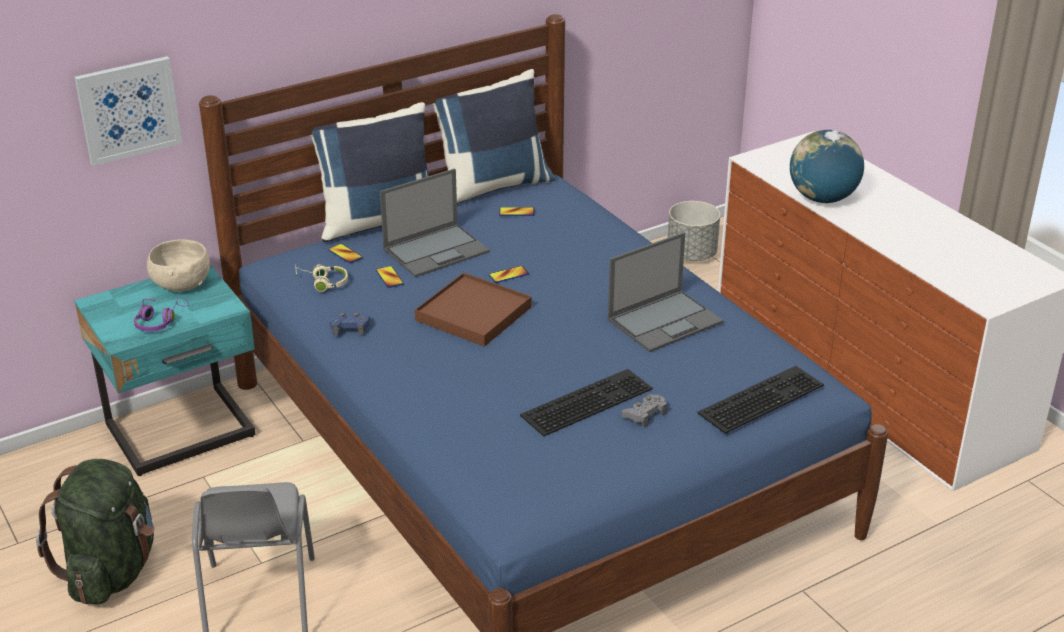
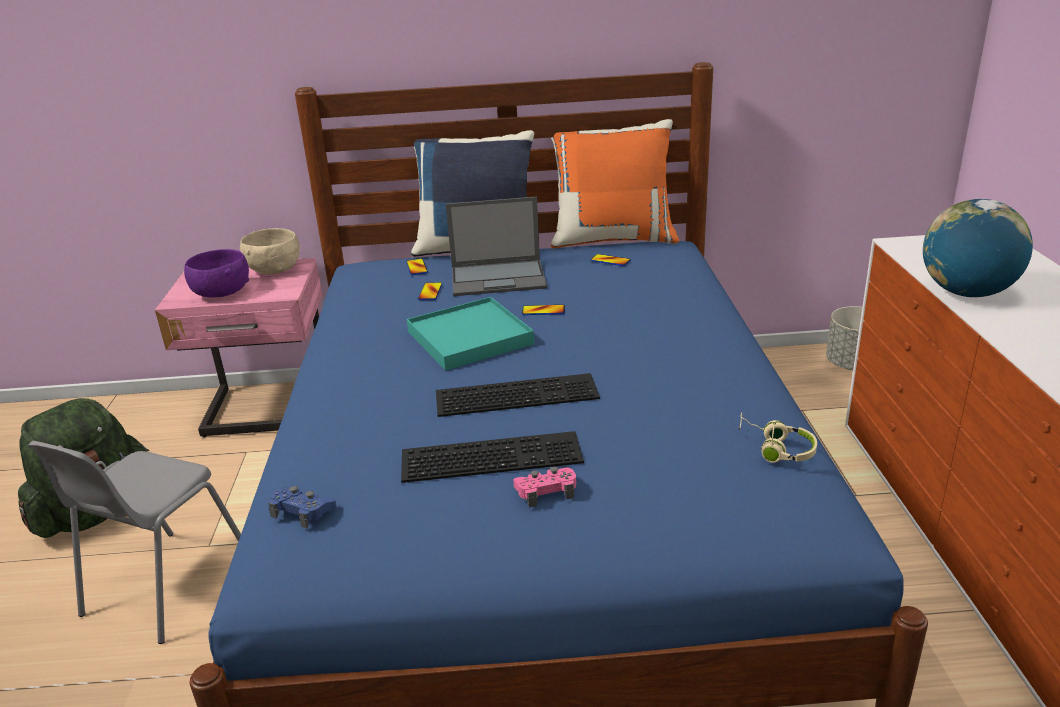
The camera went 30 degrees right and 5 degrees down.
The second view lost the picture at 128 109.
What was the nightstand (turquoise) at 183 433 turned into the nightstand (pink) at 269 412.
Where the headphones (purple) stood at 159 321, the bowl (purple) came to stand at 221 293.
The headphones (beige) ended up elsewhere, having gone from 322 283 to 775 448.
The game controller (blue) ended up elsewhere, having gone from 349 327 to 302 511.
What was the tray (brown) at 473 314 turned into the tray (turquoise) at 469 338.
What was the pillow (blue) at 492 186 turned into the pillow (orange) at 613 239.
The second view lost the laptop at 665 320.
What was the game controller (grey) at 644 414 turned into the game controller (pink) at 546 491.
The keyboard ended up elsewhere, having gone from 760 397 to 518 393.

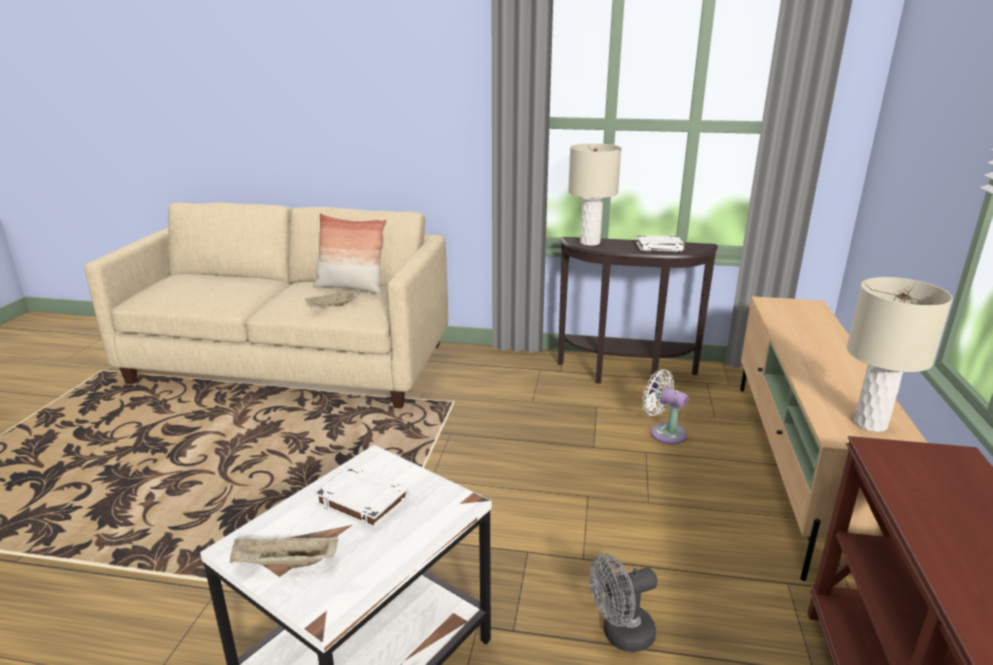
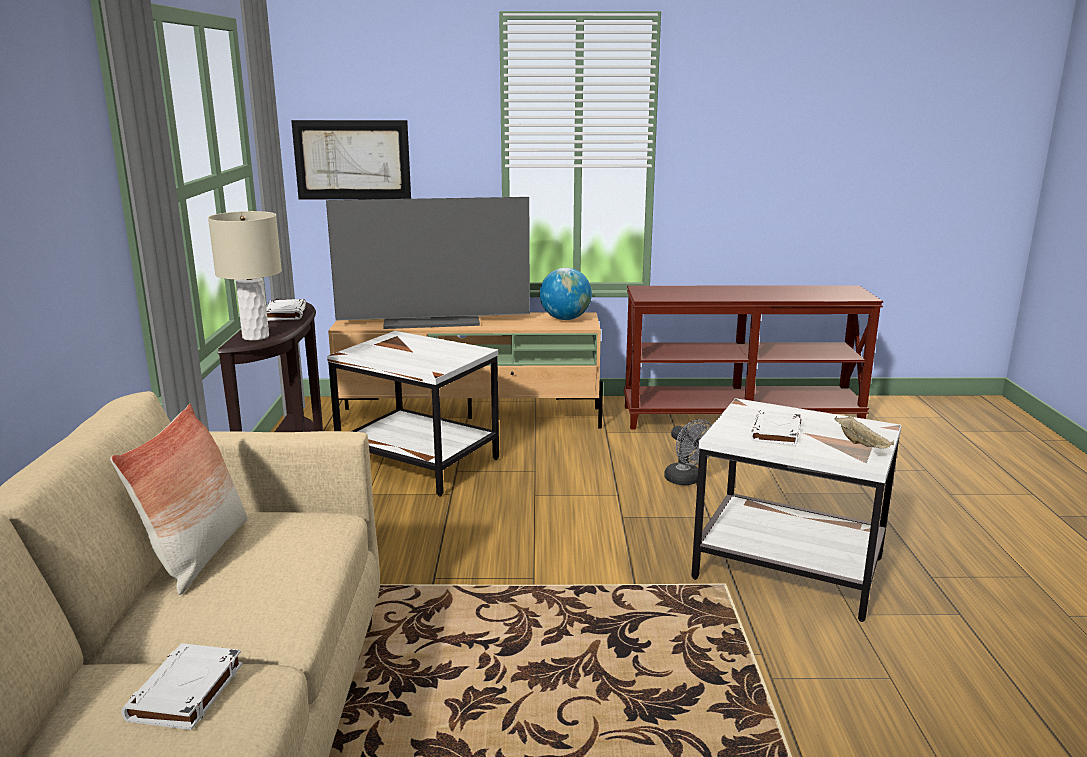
The camera went 100 degrees left and 5 degrees down.
The second view lost the tray (beige) at 333 306.
Where the fan (white) stood at 664 432, the side table (white) came to stand at 420 463.
Where the table lamp (beige) stood at 871 424, the globe came to stand at 565 319.
The second view gained the book (white) at 186 693.
The second view gained the picture at 352 160.
The second view gained the television at 433 321.

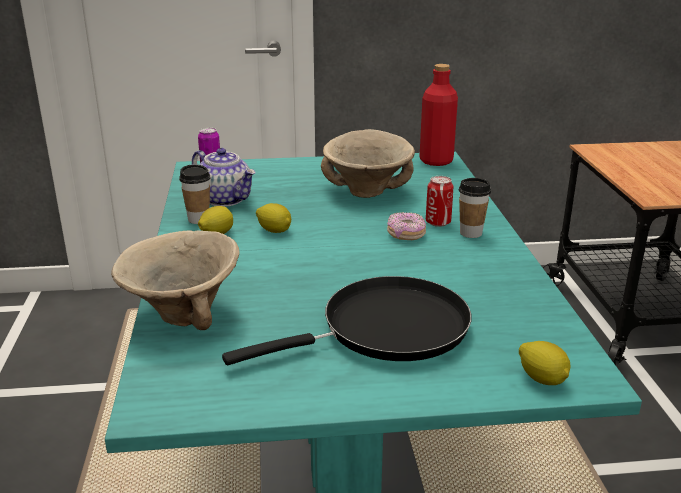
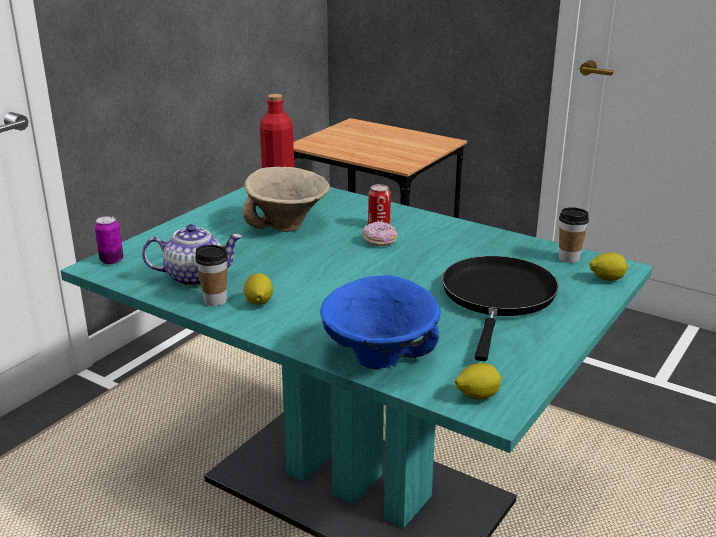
The camera went 50 degrees left and 0 degrees up.
What was the bowl (beige) at 180 317 turned into the bowl (blue) at 378 361.
The lemon ended up elsewhere, having gone from 274 231 to 477 396.
The cup ended up elsewhere, having gone from 471 233 to 569 258.

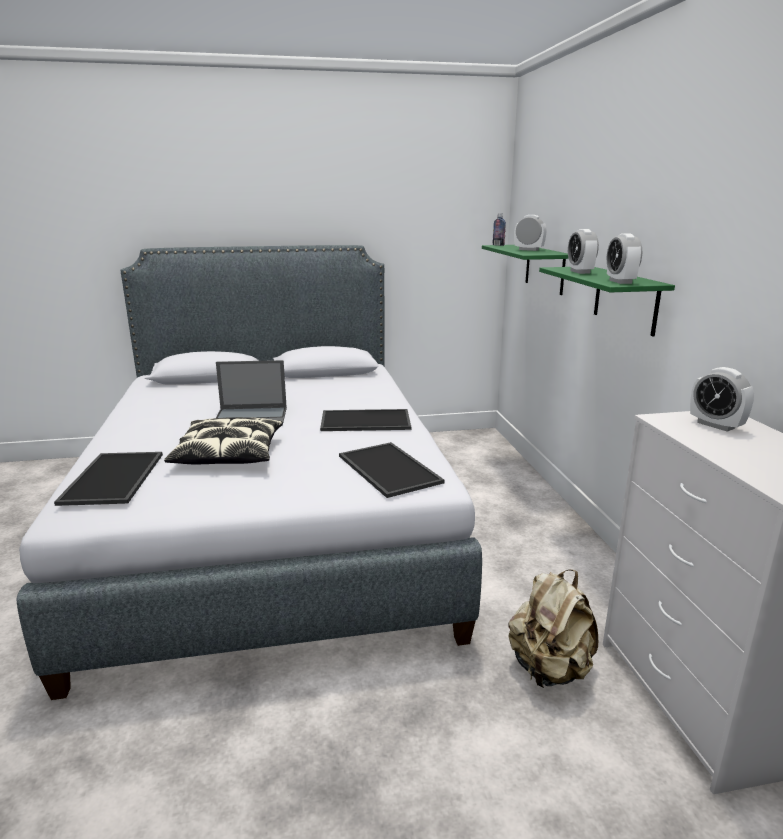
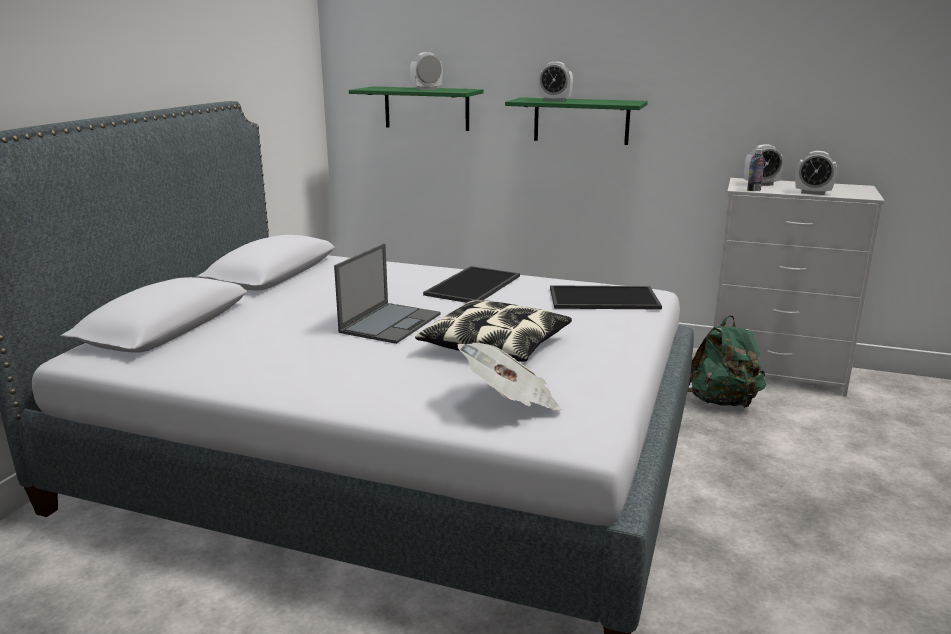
The camera went 60 degrees left and 0 degrees up.
Where the tray stood at 115 478, the newspaper came to stand at 510 401.
The bottle ended up elsewhere, having gone from 498 245 to 753 190.
What was the backpack (beige) at 549 669 turned into the backpack (green) at 722 402.
The alarm clock ended up elsewhere, having gone from 620 282 to 812 193.

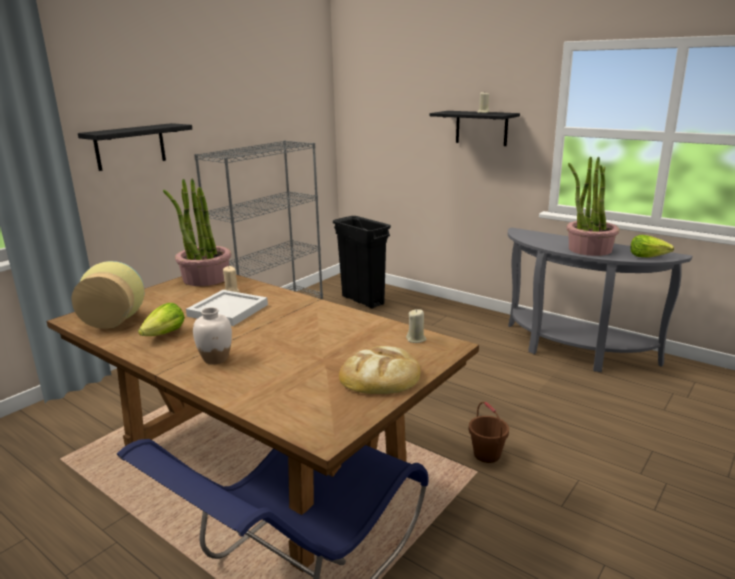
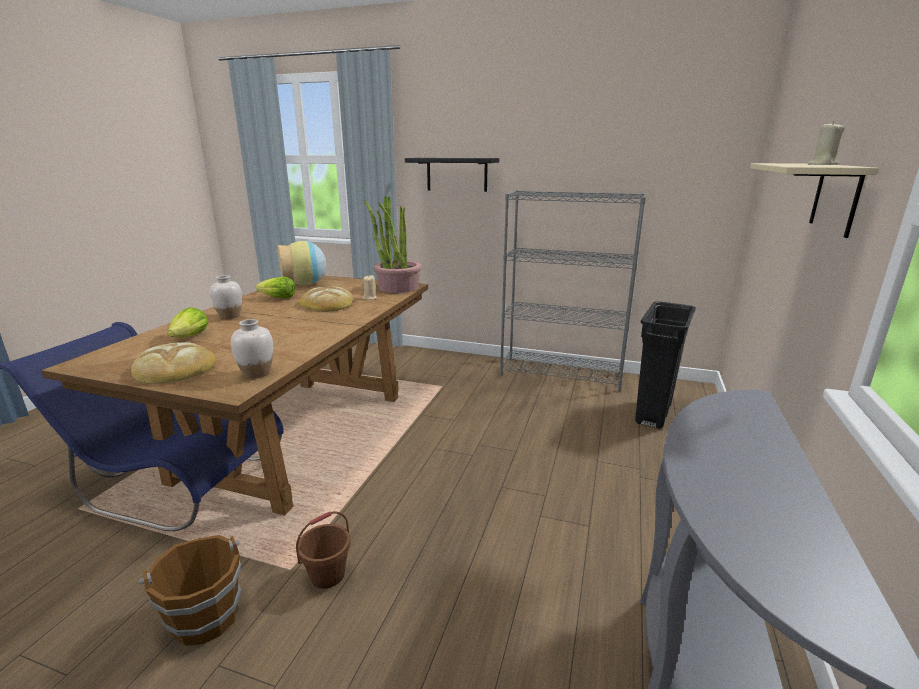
The camera went 70 degrees right and 0 degrees up.
Where the tray (white) stood at 228 310, the bread came to stand at 327 304.
Where the candle (beige) stood at 416 339, the vase (white) came to stand at 256 373.
What was the shelf (black) at 481 128 turned into the shelf (beige) at 836 198.
The second view lost the potted plant at 589 249.
The lettuce ended up elsewhere, having gone from 647 256 to 190 337.
The second view gained the bucket (brown) at 205 616.

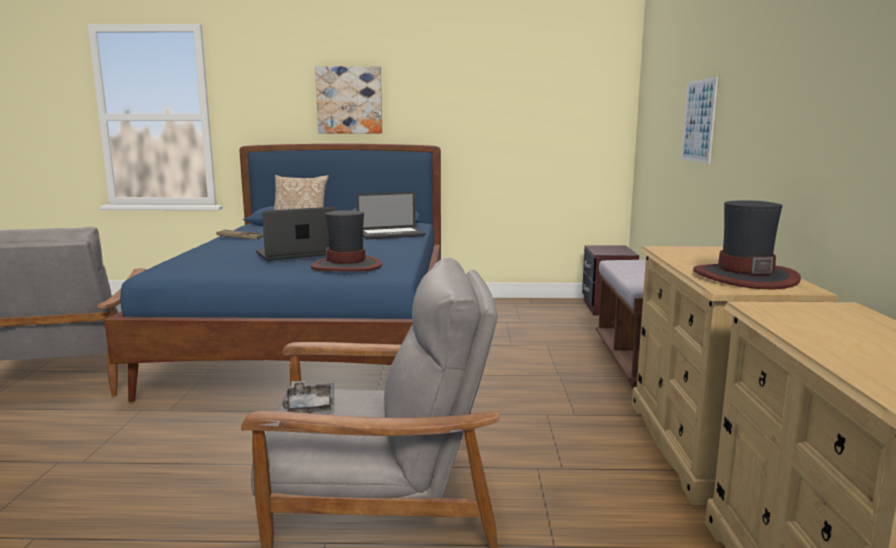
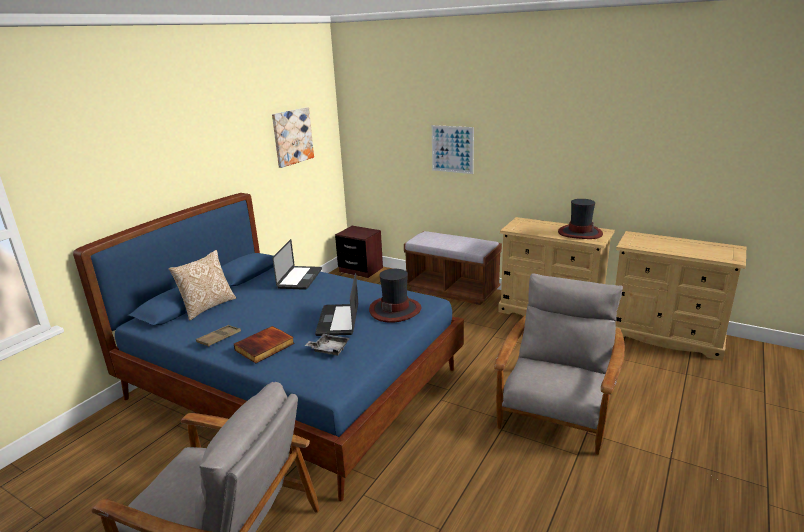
The camera went 60 degrees left and 10 degrees up.
The tray (grey) ended up elsewhere, having gone from 309 405 to 329 349.
The picture ended up elsewhere, having gone from 349 100 to 292 136.
The second view gained the book at 265 347.

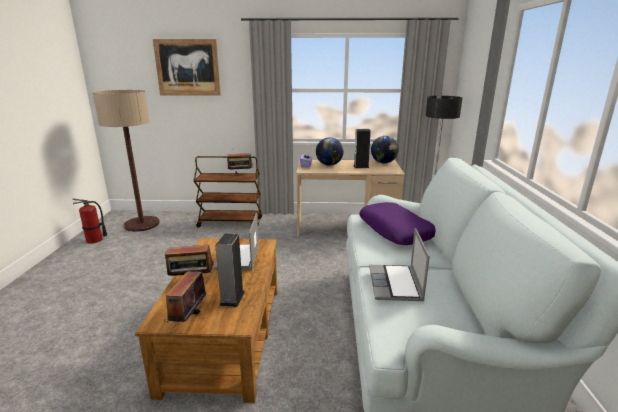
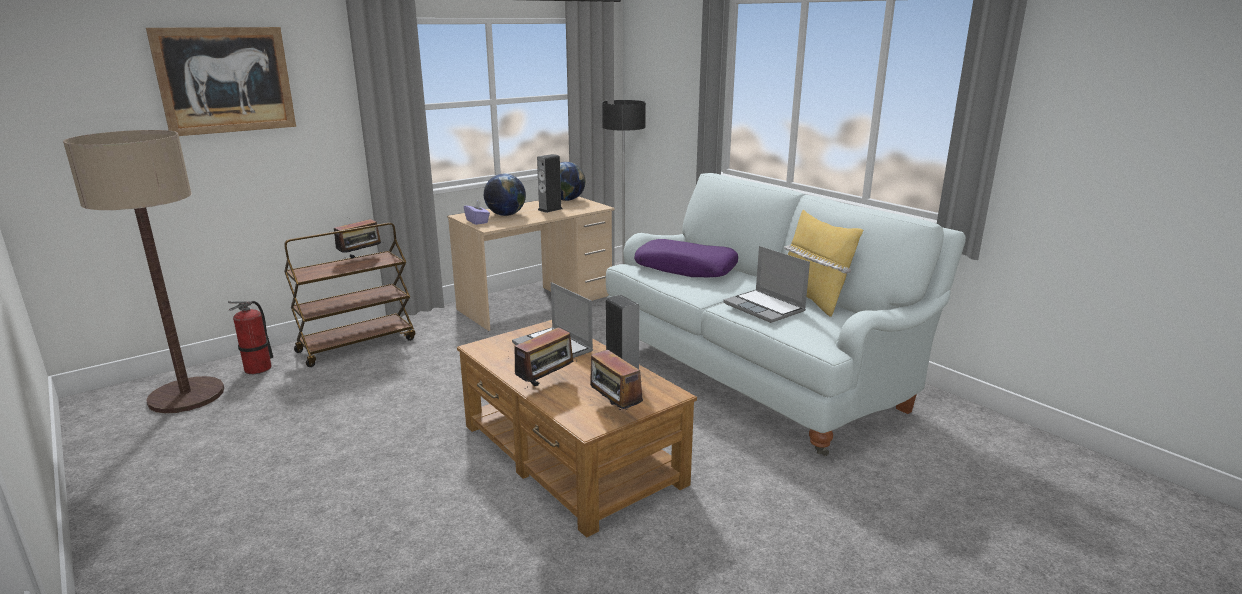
The camera went 40 degrees left and 0 degrees up.
The fire extinguisher ended up elsewhere, having gone from 94 240 to 258 368.
The second view gained the pillow (yellow) at 811 299.

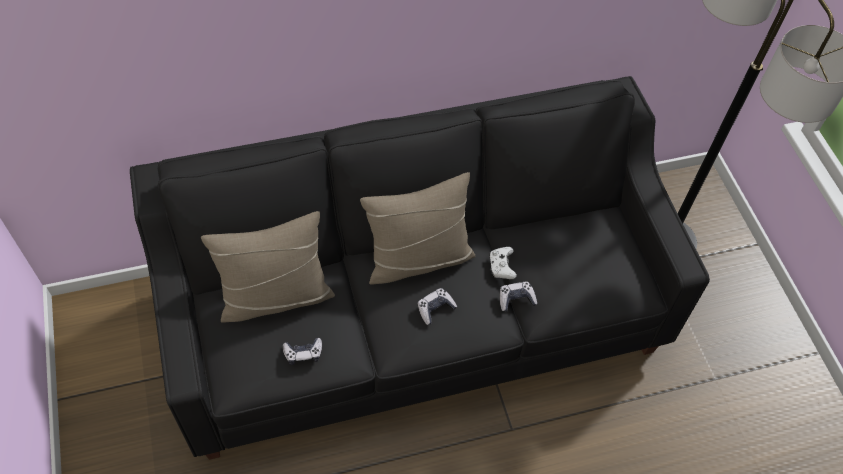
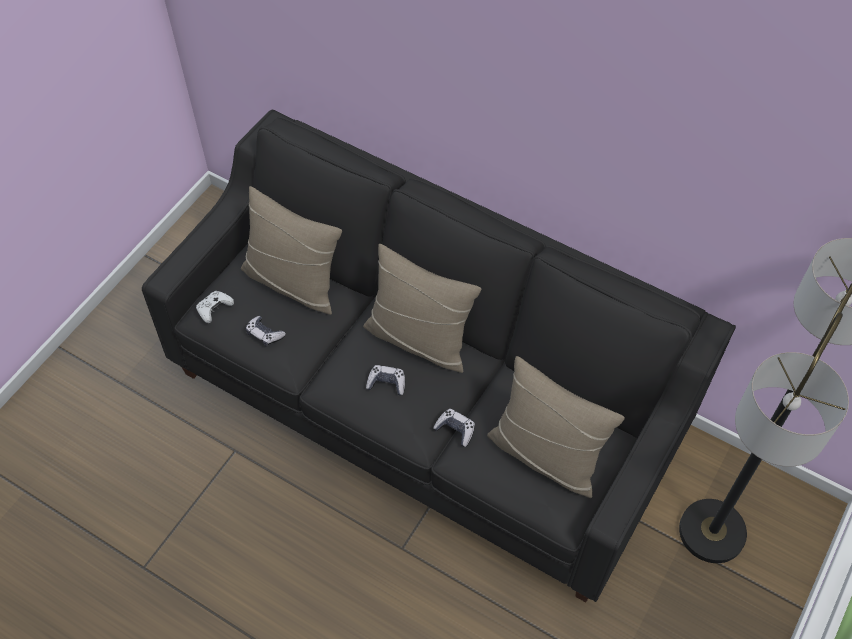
The camera went 50 degrees right and 0 degrees up.
The game controller (white) ended up elsewhere, having gone from 501 267 to 214 309.
The second view gained the pillow (beige) at 546 455.

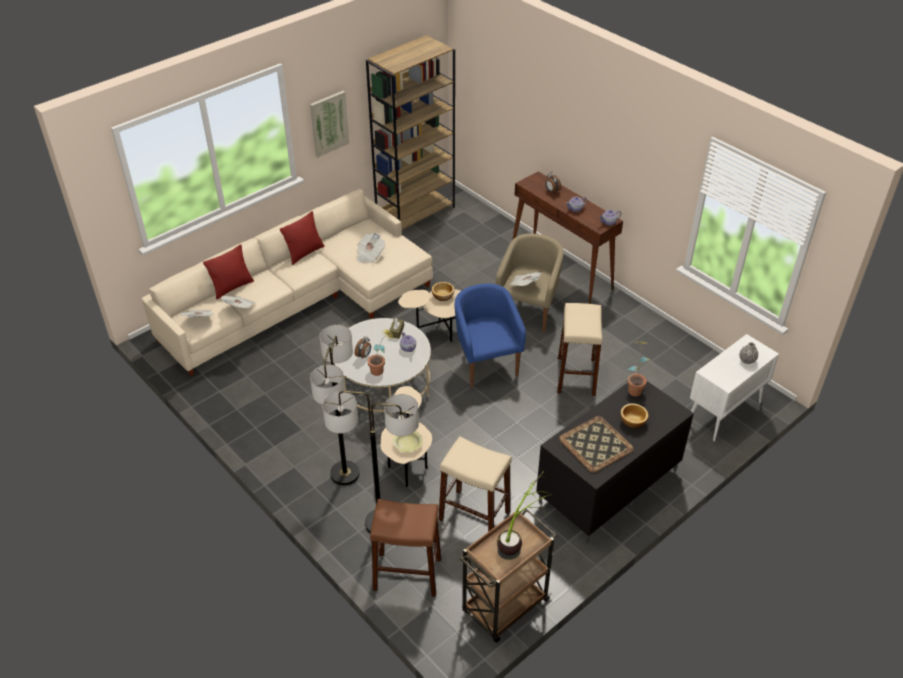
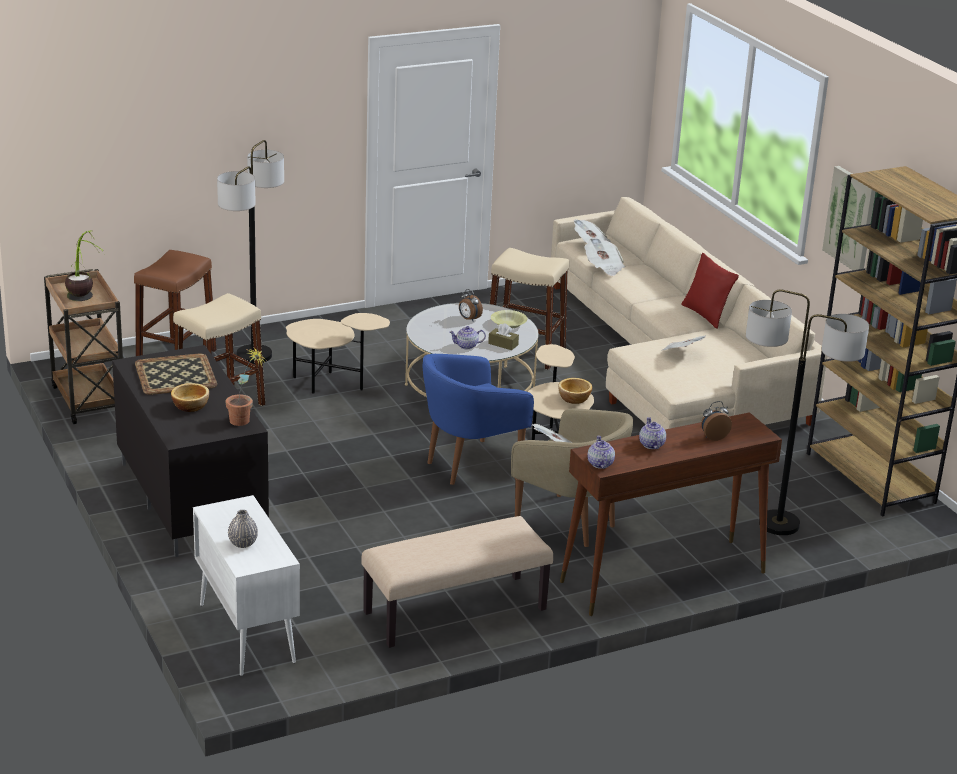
The camera went 105 degrees right and 15 degrees down.
The second view lost the pillow (red) at 232 287.
The floor lamp ended up elsewhere, having gone from 345 473 to 779 524.
The second view lost the potted plant at 381 371.
The bowl (yellow) ended up elsewhere, having gone from 407 444 to 508 324.
The armchair (blue) at 486 364 ended up facing another way, 150 degrees clockwise from before.
The stool (beige) ended up elsewhere, having gone from 576 376 to 525 352.
The second view gained the bench (beige) at 455 612.

